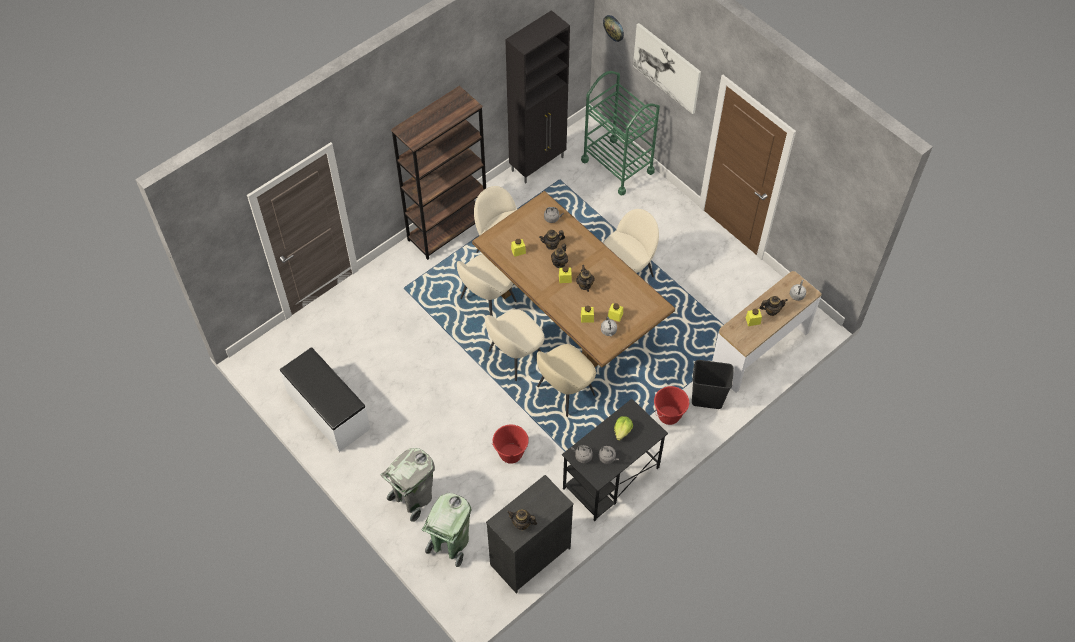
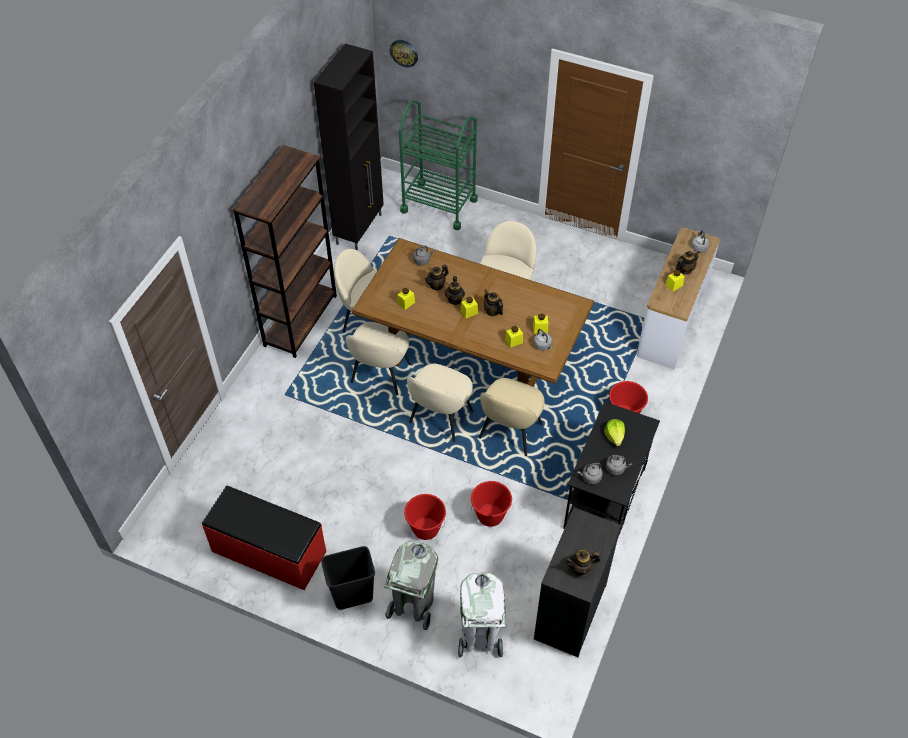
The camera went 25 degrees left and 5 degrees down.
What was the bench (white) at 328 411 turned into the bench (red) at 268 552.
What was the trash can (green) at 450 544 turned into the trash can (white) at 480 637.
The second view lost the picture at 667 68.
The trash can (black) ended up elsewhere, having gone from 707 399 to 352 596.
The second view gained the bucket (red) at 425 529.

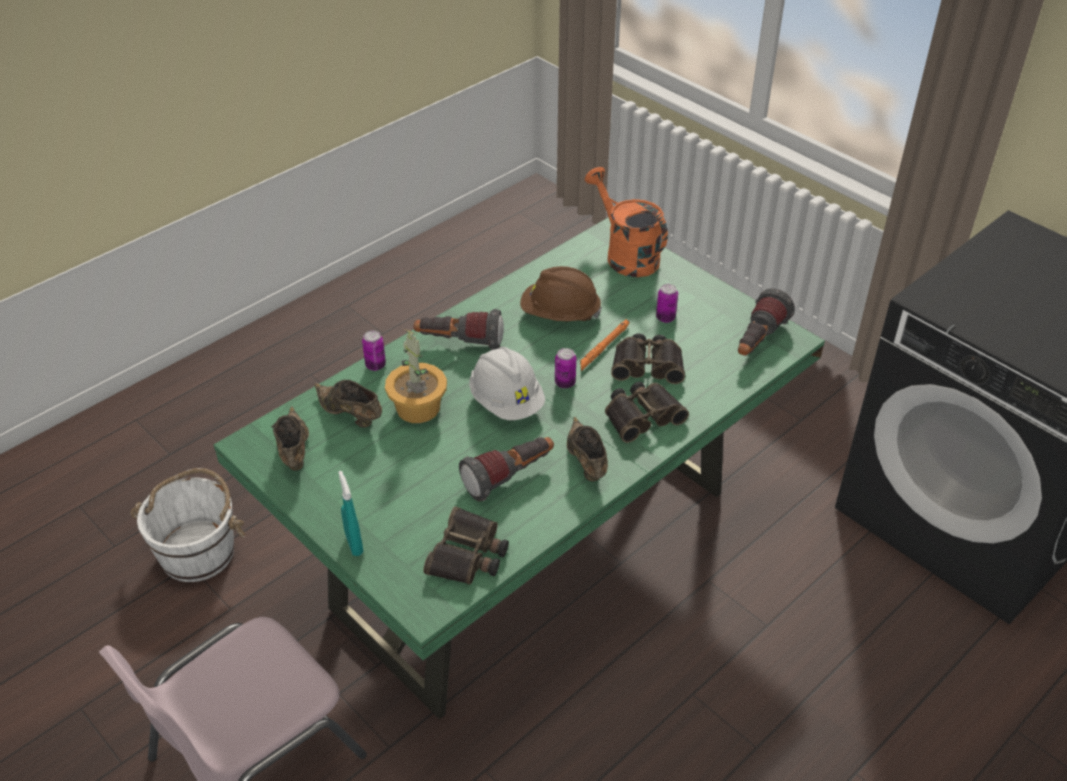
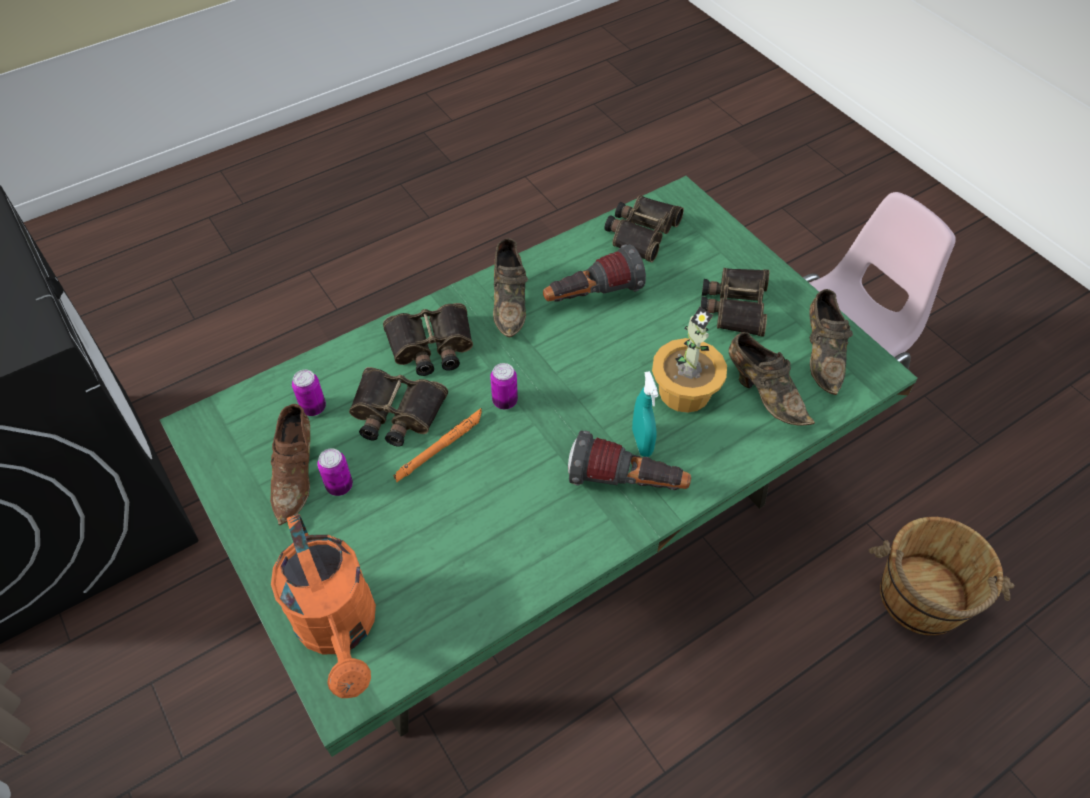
The camera went 170 degrees left and 10 degrees up.
What was the bucket (white) at 198 552 turned into the bucket (brown) at 920 598.
The spray bottle (turquoise) ended up elsewhere, having gone from 354 544 to 642 442.
The can ended up elsewhere, having gone from 375 365 to 313 407.
The second view lost the hard hat (white) at 506 402.
The second view lost the hard hat (brown) at 559 314.
The second view lost the flashlight at 757 342.
The second view gained the shoe (brown) at 296 475.
The second view gained the binoculars at 734 305.

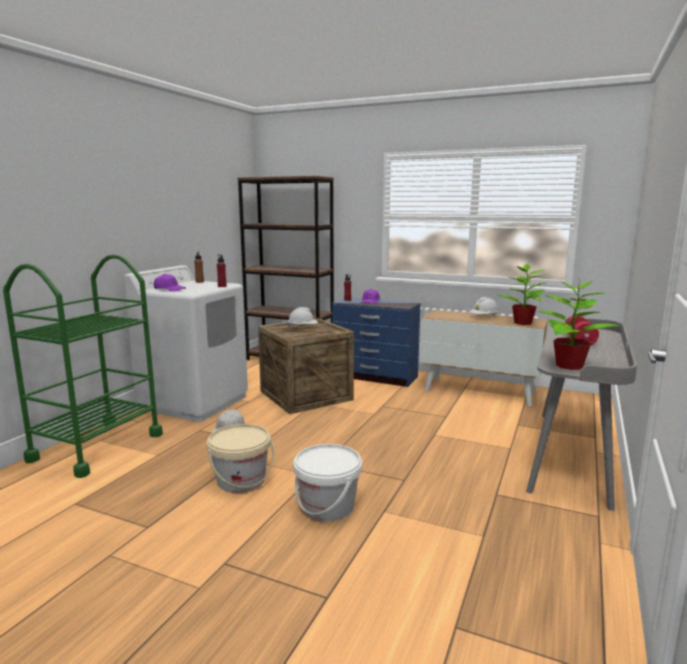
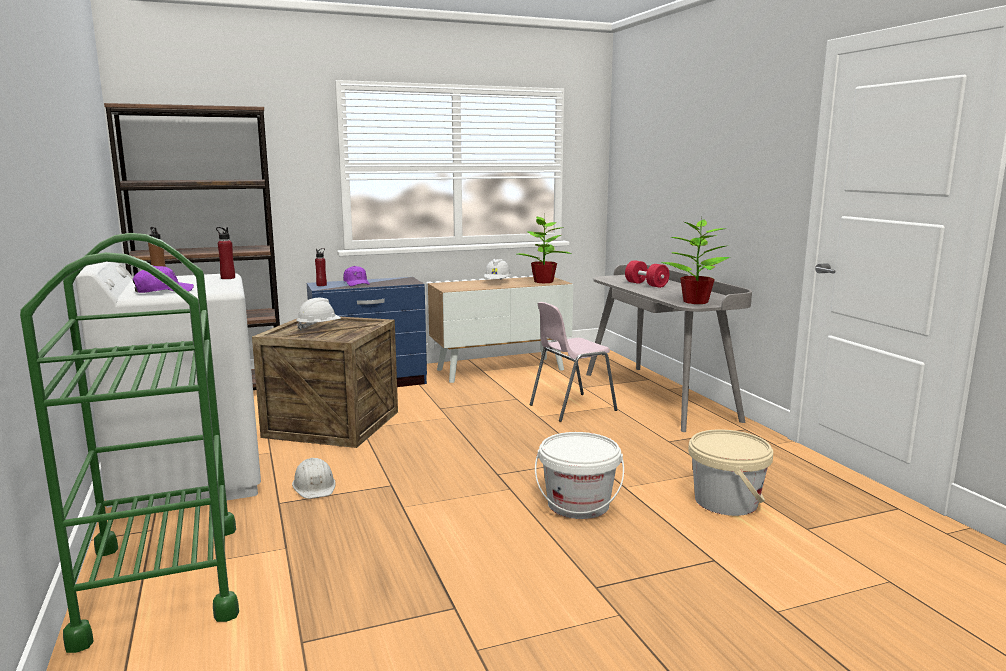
The camera went 45 degrees left and 0 degrees up.
The bucket (beige) ended up elsewhere, having gone from 241 480 to 726 501.
The second view gained the chair (pink) at 571 407.

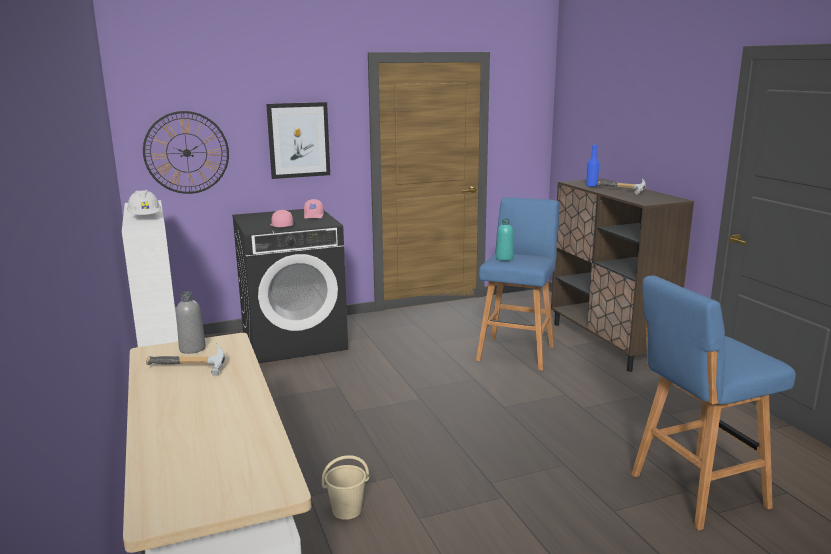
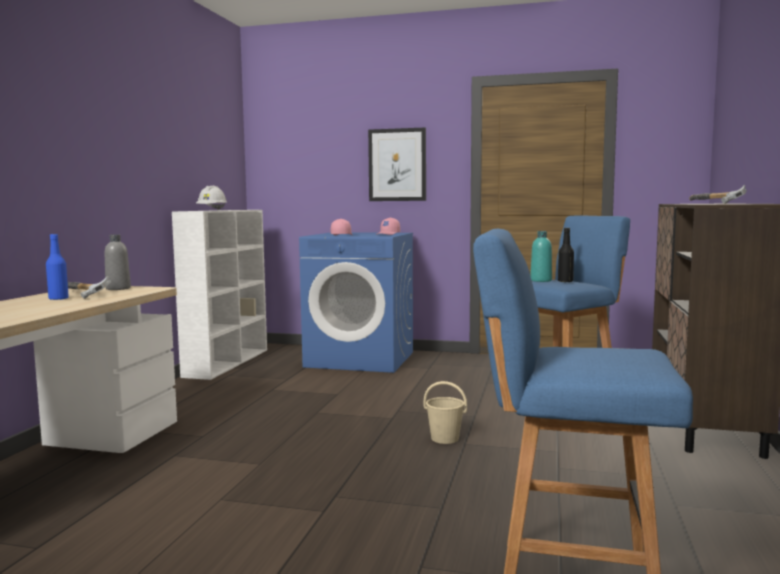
The camera went 35 degrees right and 10 degrees down.
The second view lost the wall clock at 186 152.
What was the washing machine (black) at 294 340 turned into the washing machine (blue) at 361 359.
The bucket (beige) ended up elsewhere, having gone from 347 510 to 445 438.
The bottle (blue) ended up elsewhere, having gone from 591 186 to 58 299.
The second view gained the bottle (black) at 565 281.

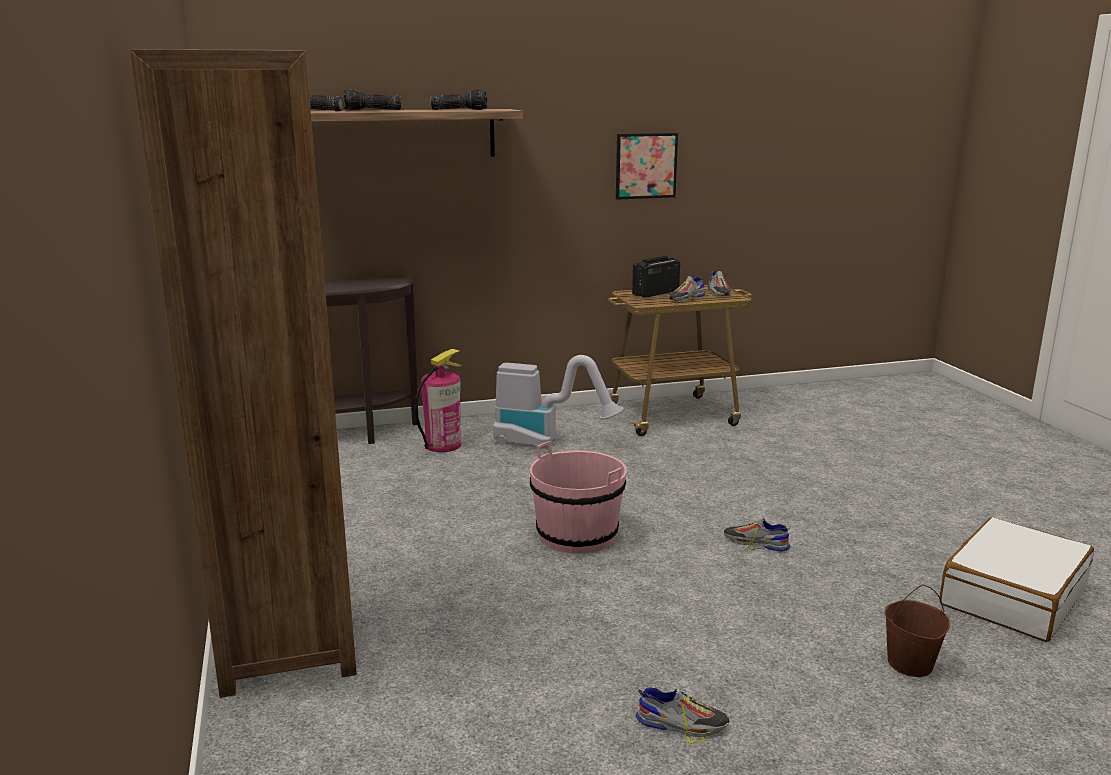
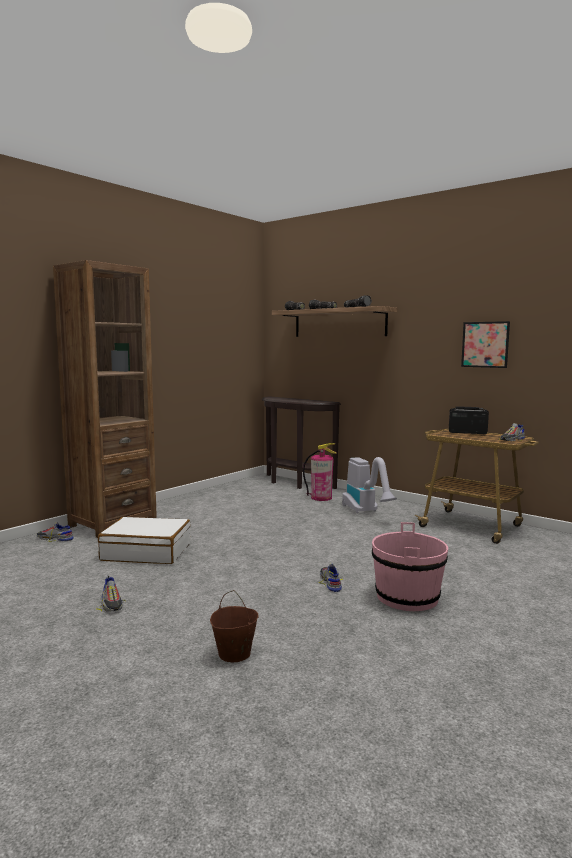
The camera went 55 degrees right and 10 degrees down.
The bucket (pink) ended up elsewhere, having gone from 577 535 to 407 597.
The shoe ended up elsewhere, having gone from 686 298 to 55 538.
The suitcase (white) ended up elsewhere, having gone from 1012 596 to 146 552.

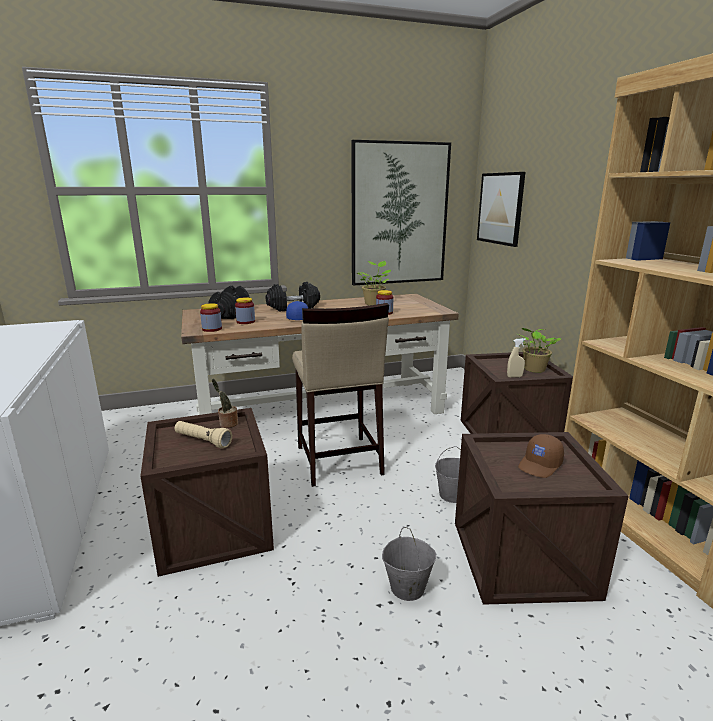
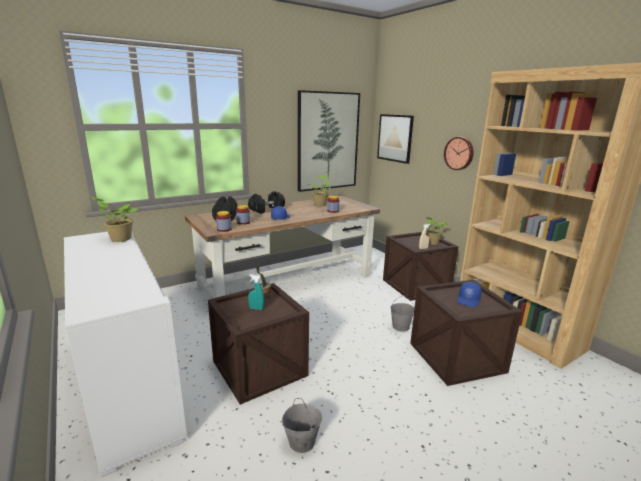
The camera went 15 degrees left and 0 degrees up.
Where the flashlight (beige) stood at 202 441, the spray bottle (turquoise) came to stand at 256 308.
The second view lost the stool (beige) at 338 461.
The bucket (grey) ended up elsewhere, having gone from 407 588 to 301 442.
What was the cap (brown) at 540 465 turned into the cap (blue) at 468 300.
The second view gained the potted plant at 119 239.
The second view gained the wall clock at 459 153.

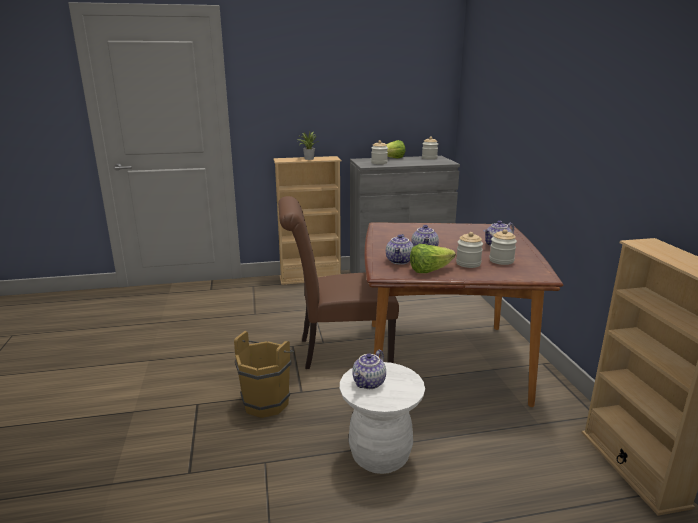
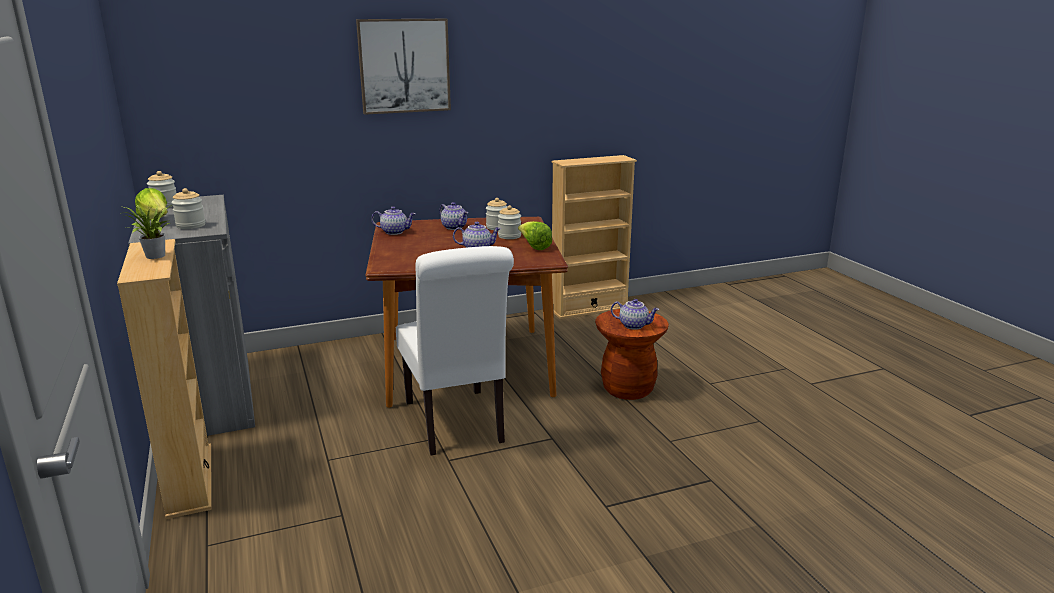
The camera went 100 degrees left and 0 degrees up.
The second view lost the bucket (brown) at 268 401.
What was the chair (brown) at 338 351 turned into the chair (white) at 456 425.
What was the stool (white) at 380 455 turned into the stool (brown) at 628 389.
The teapot ended up elsewhere, having gone from 400 261 to 394 232.
The second view gained the picture at 404 66.

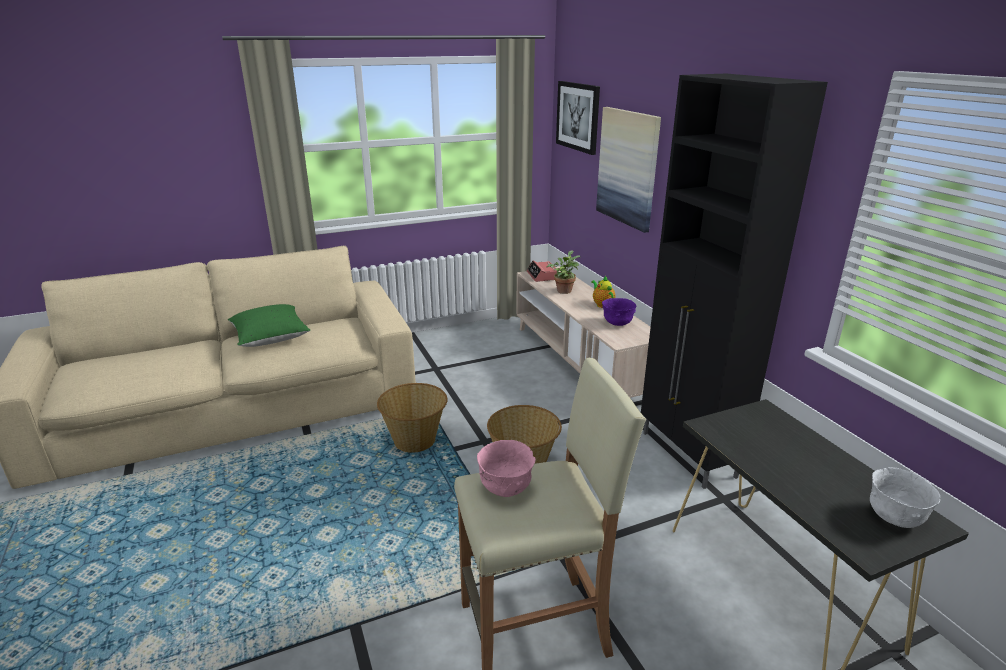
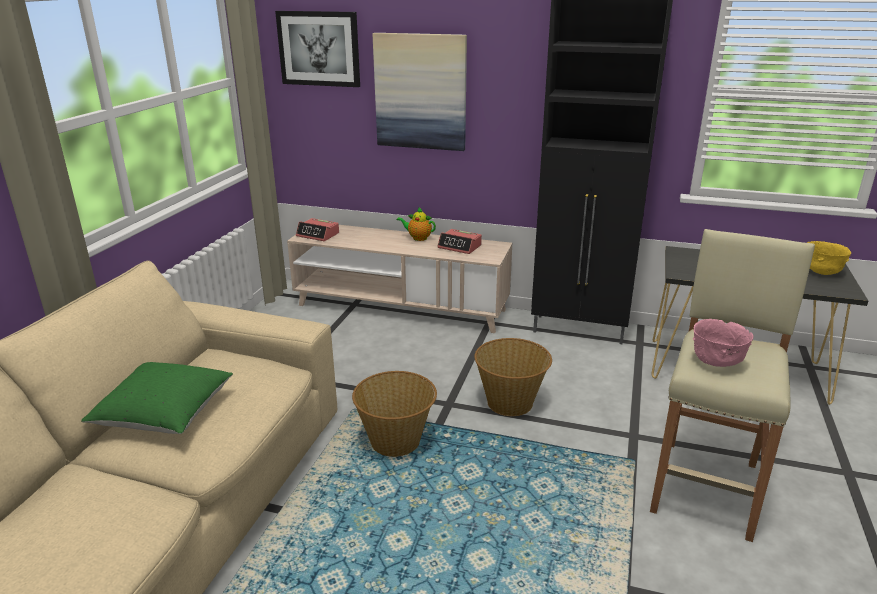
The camera went 50 degrees left and 0 degrees up.
The second view lost the potted plant at 564 290.
Where the bowl (purple) stood at 617 323, the alarm clock came to stand at 460 247.
What was the bowl (white) at 894 517 turned into the bowl (yellow) at 821 272.

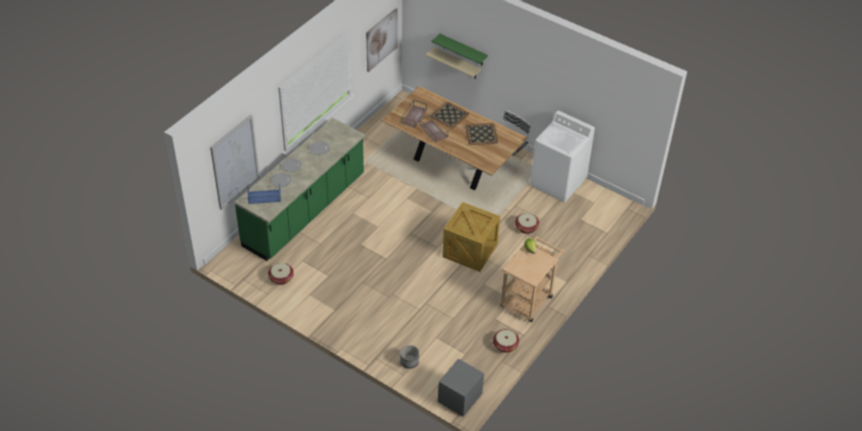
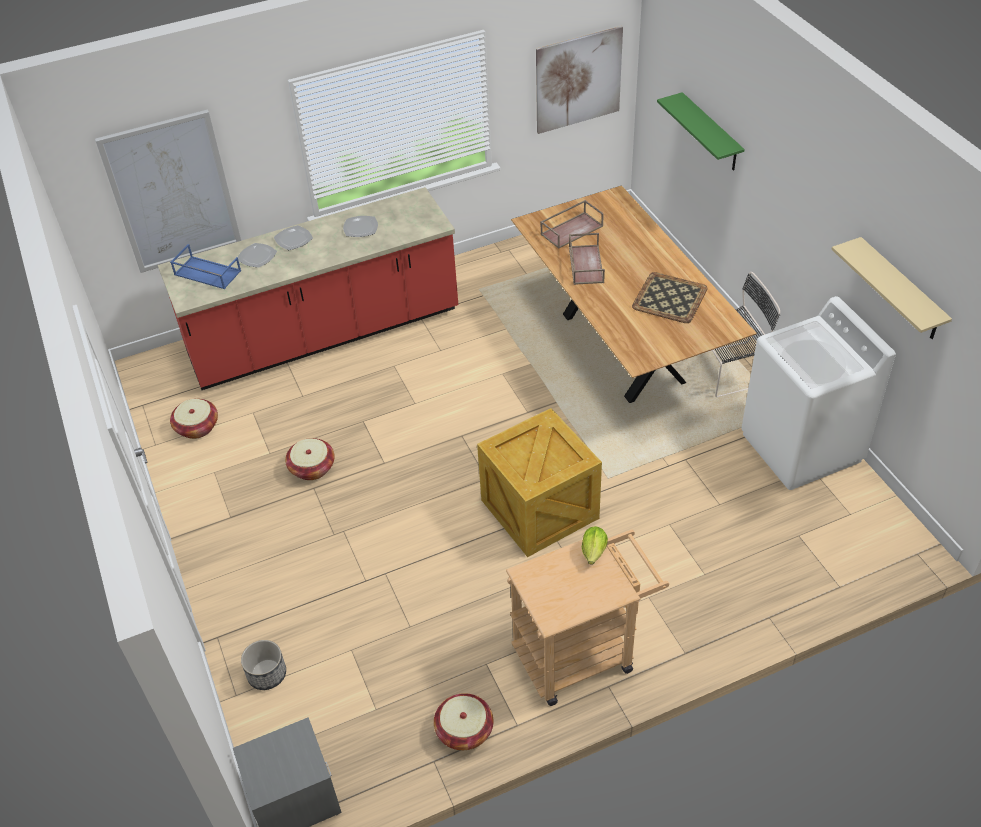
The camera went 35 degrees right and 0 degrees up.
What was the counter (green) at 305 211 turned into the counter (red) at 325 335.
The shelf (beige) ended up elsewhere, having gone from 457 63 to 900 290.
The second view lost the tray at 449 115.
The basket ended up elsewhere, having gone from 526 228 to 312 468.

